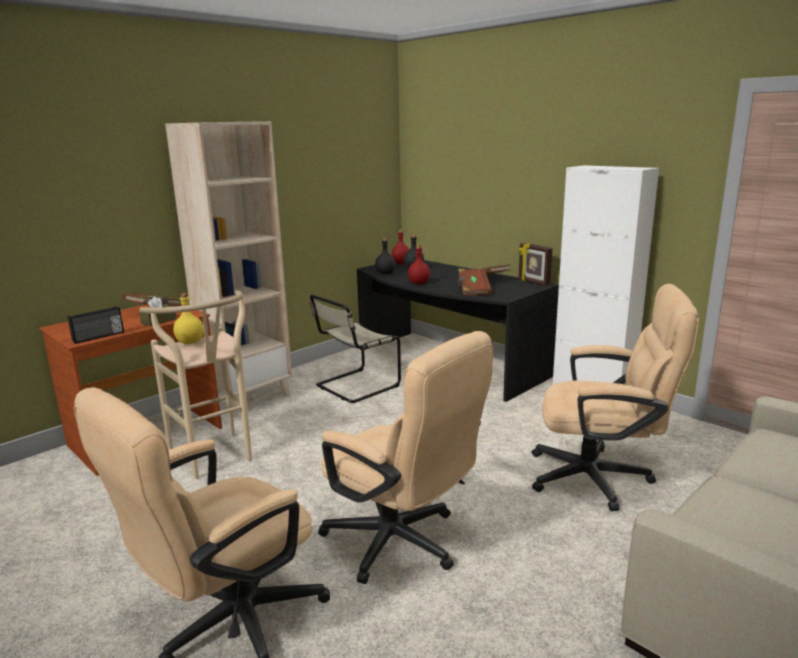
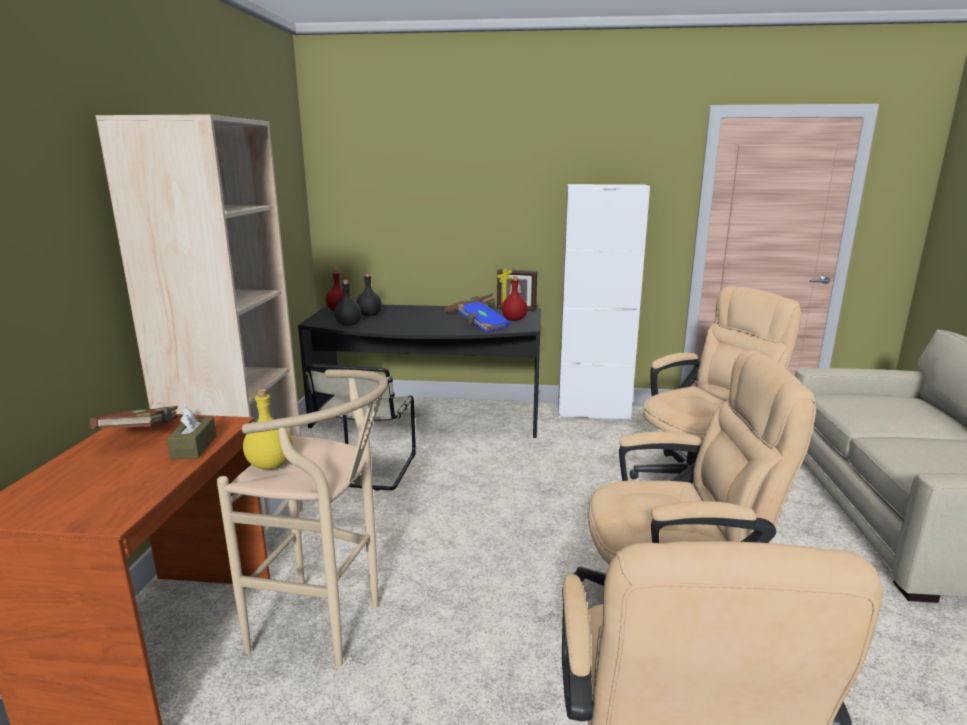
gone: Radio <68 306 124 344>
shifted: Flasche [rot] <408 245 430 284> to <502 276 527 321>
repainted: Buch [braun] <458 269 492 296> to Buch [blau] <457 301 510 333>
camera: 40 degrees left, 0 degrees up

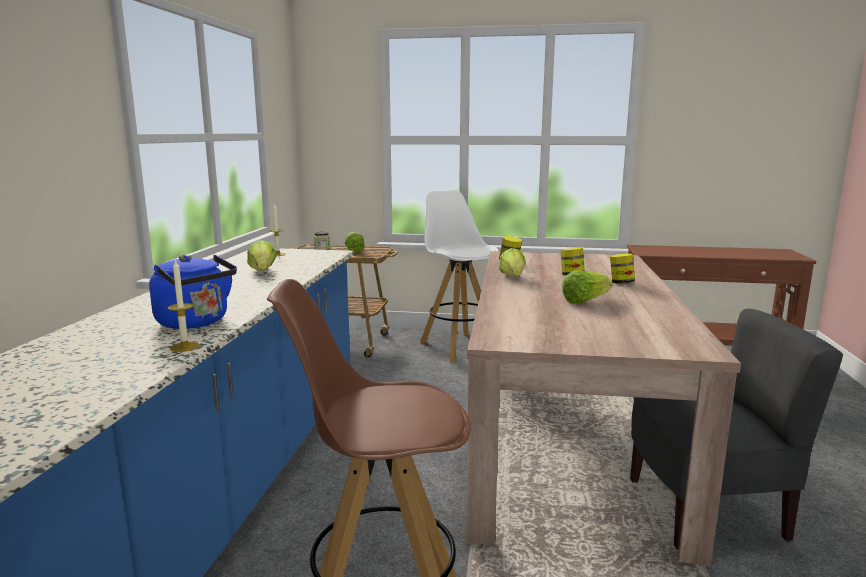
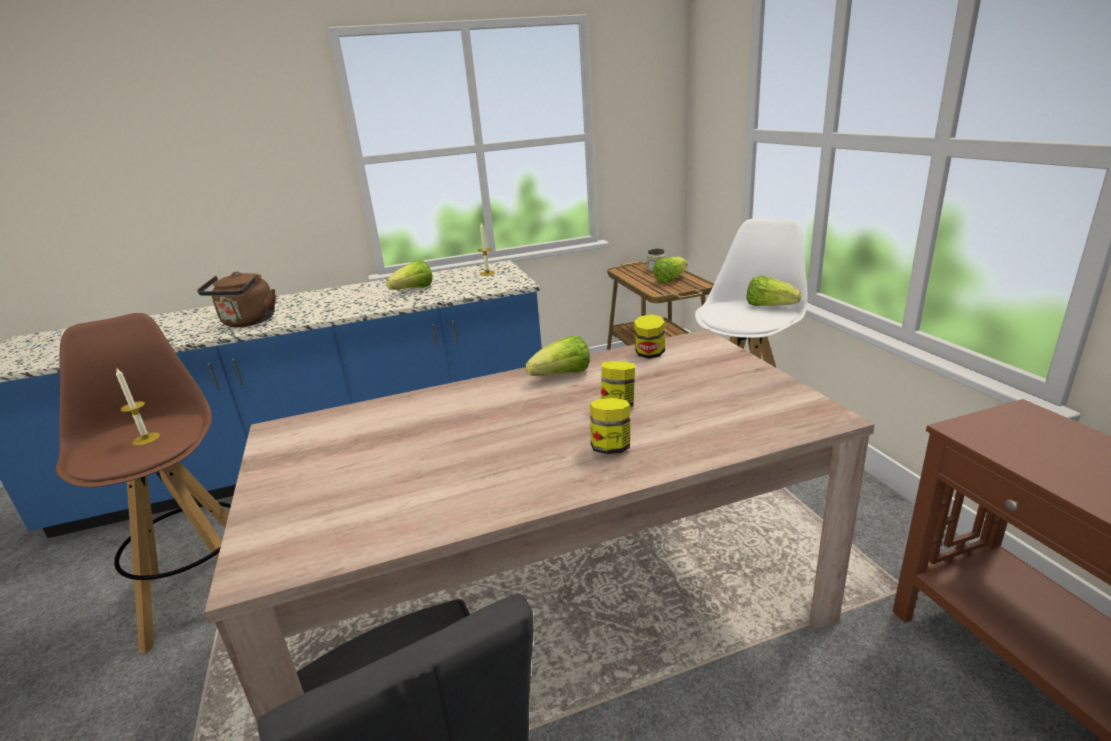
shifted: Kerze <168 259 200 352> to <116 367 160 446>; Salatkopf <562 271 613 303> to <746 276 802 306>
repainted: Wasserkessel [blau] <149 255 237 329> to Wasserkessel [braun] <197 272 276 327>
camera: 65 degrees right, 10 degrees up

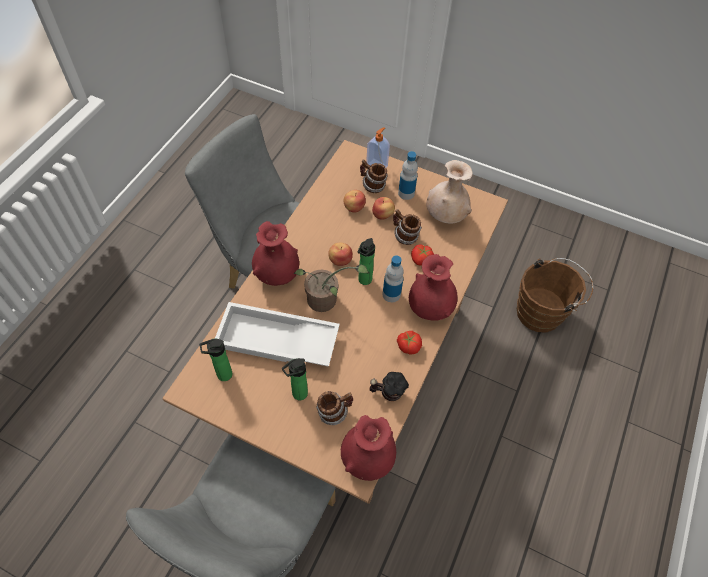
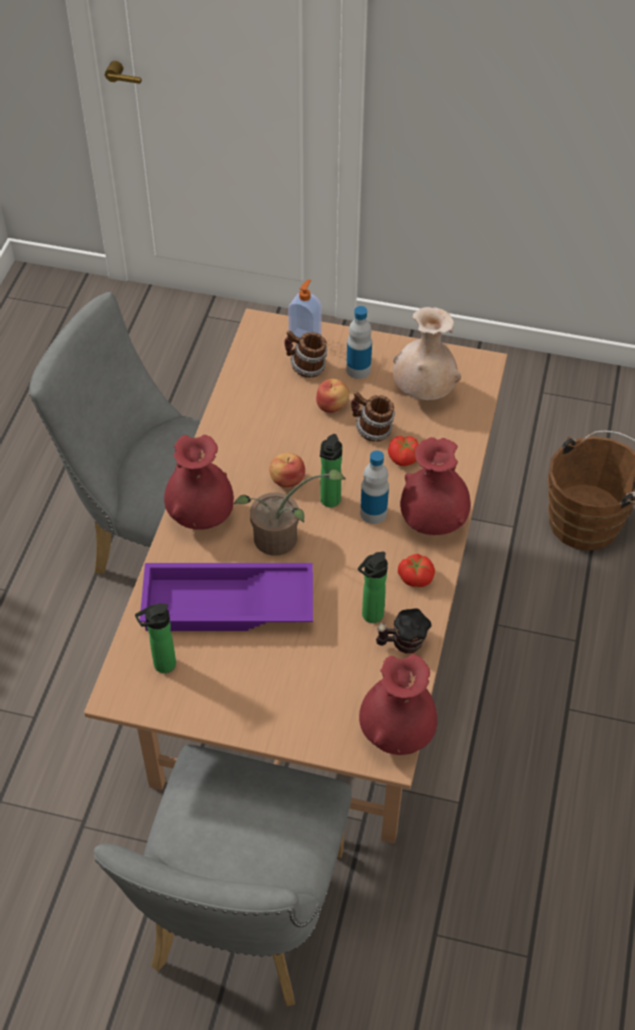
gone: Henkelbecher <316 391 353 425>; Apfel <344 190 366 213>
shifted: Flasche <282 358 308 400> to <358 552 388 623>
repainted: Tablett [weiß] <215 302 340 367> to Tablett [lila] <140 563 313 631>
camera: 10 degrees left, 5 degrees down

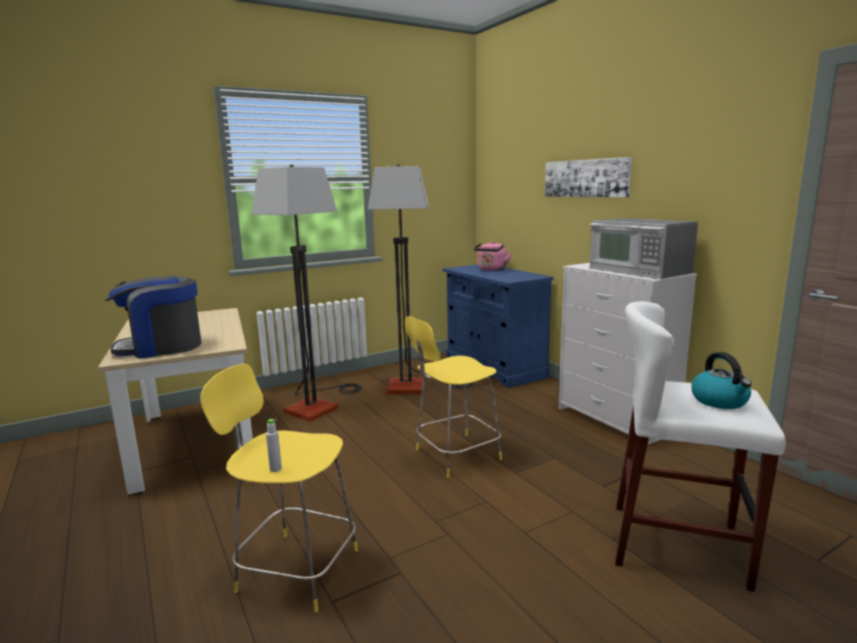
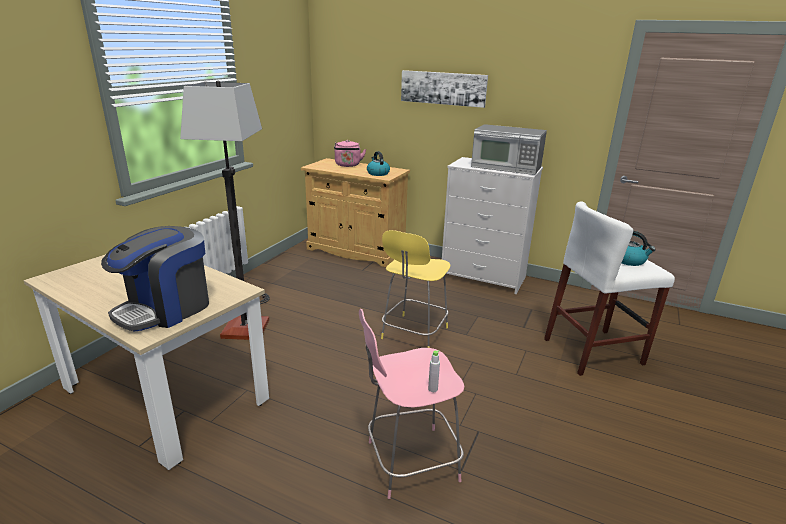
gone: Stehlampe <368 164 473 394>
new: Wasserkessel <367 151 390 176>
repainted: Hocker [gelb] <200 364 358 612> to Hocker [rosa] <359 309 464 499>; Schrank [blau] <443 264 553 388> to Schrank [beige] <301 158 410 267>
camera: 35 degrees left, 10 degrees up

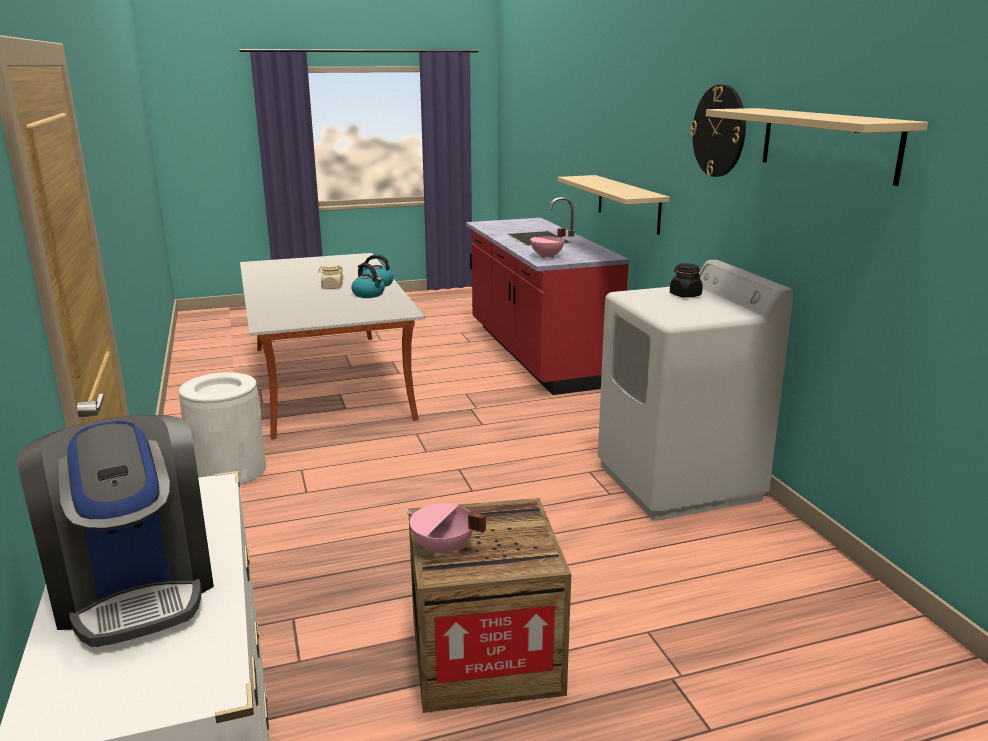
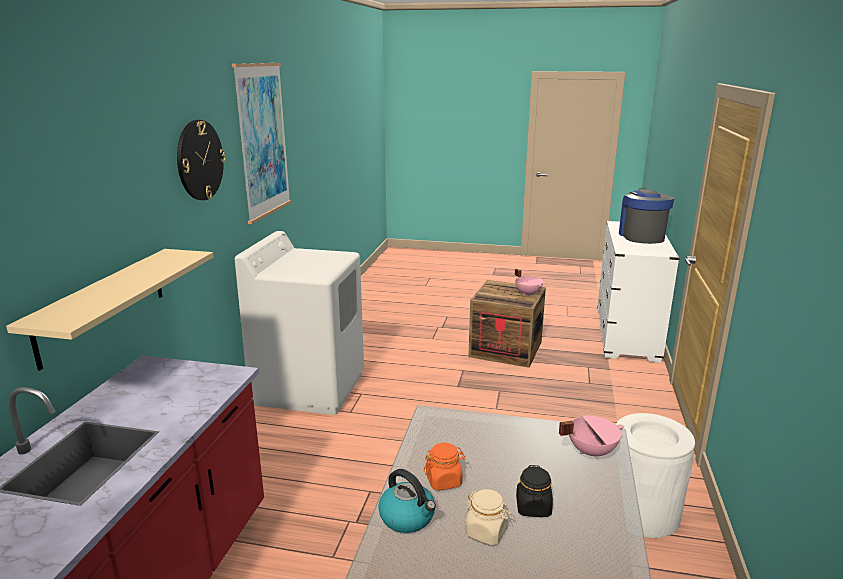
shifted: Kochtopf [rosa] <530 228 566 258> to <559 416 624 459>; Vorratsglas [schwarz] <670 263 703 298> to <516 465 553 517>
swapped: Wasserkessel <351 263 385 298> to Vorratsglas [orange] <424 443 465 490>; Wandregal [beige] <706 108 928 186> to Bild <232 63 291 224>
camera: 150 degrees left, 0 degrees up

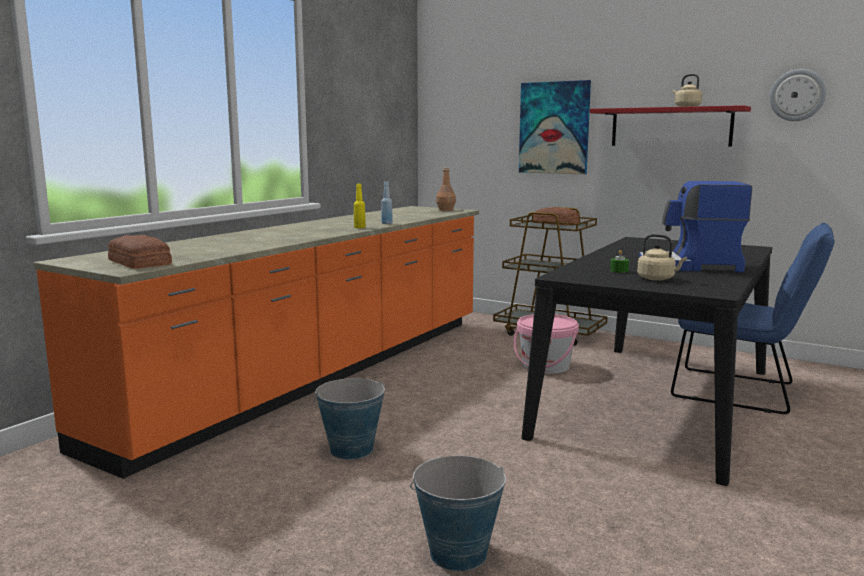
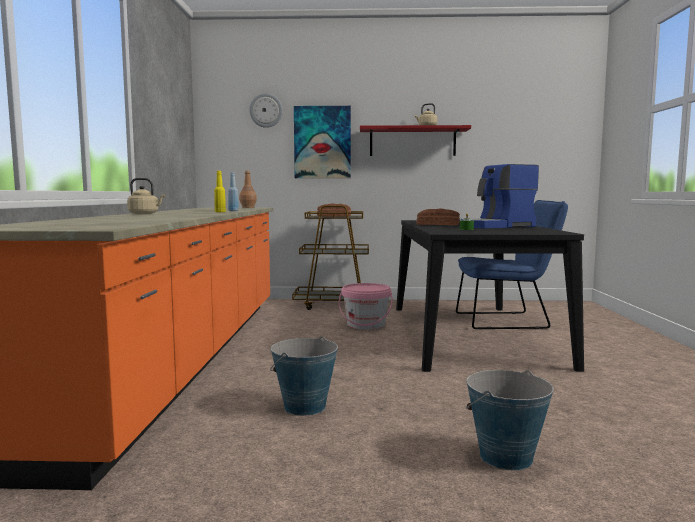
shifted: Brot <108 235 172 269> to <416 208 460 225>; Wasserkessel [beige] <637 234 687 281> to <127 178 165 214>; Wanduhr <769 69 826 121> to <249 93 283 128>
camera: 30 degrees left, 5 degrees down

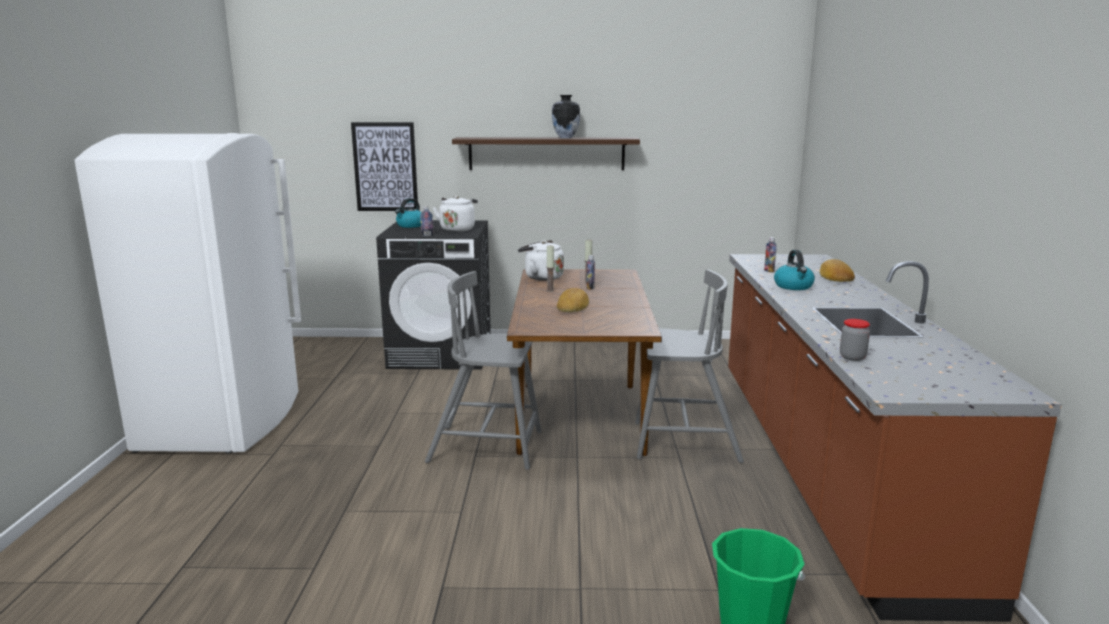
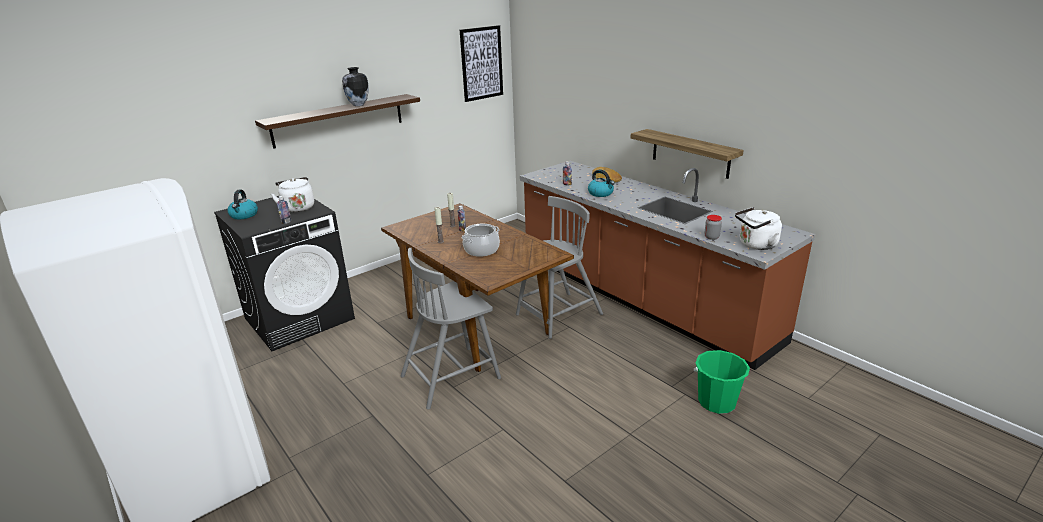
new: Wandregal <631 129 744 179>
shifted: Bild <351 122 418 211> to <460 25 503 102>; Wasserkessel [weiß] <518 240 564 281> to <735 207 782 250>
swapped: Brot <557 288 589 312> to Kochtopf <462 224 500 257>
camera: 40 degrees left, 10 degrees up

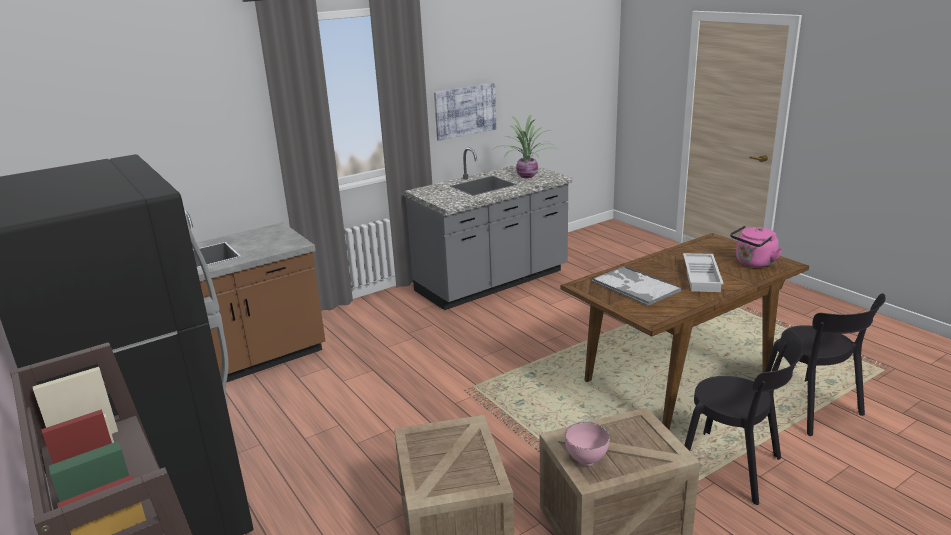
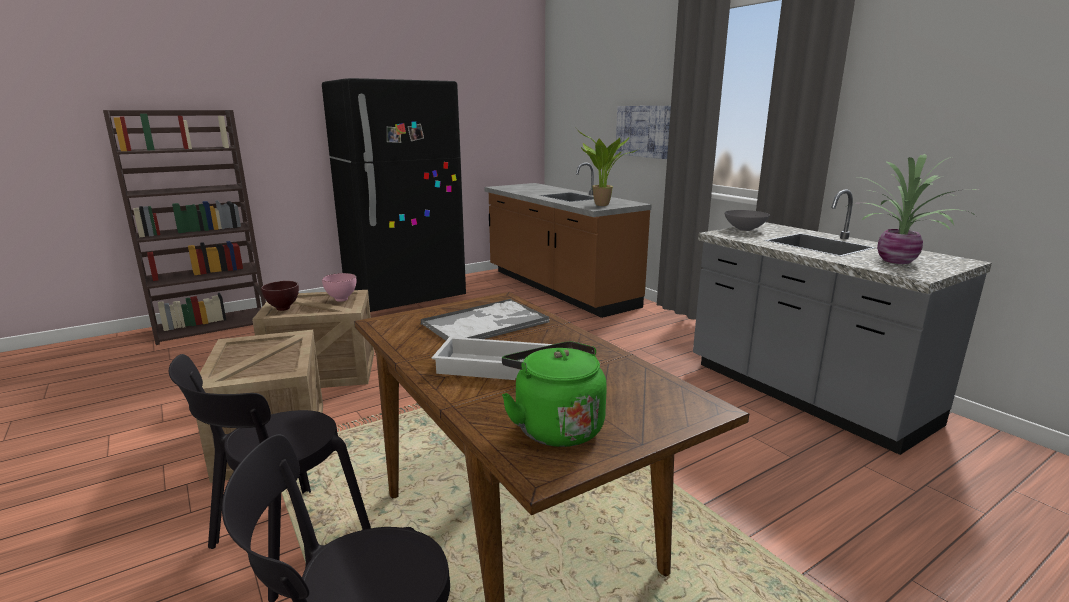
new: Schüssel [braun] <261 281 299 311>; Topfpflanze <576 128 637 206>; Schüssel [grau] <724 210 770 231>
shifted: Bild <434 83 496 141> to <615 106 671 159>; Schüssel [rosa] <565 422 610 466> to <322 273 356 302>
repainted: Wasserkessel [rosa] <730 225 783 268> to Wasserkessel [grün] <502 341 607 447>
camera: 90 degrees right, 5 degrees down

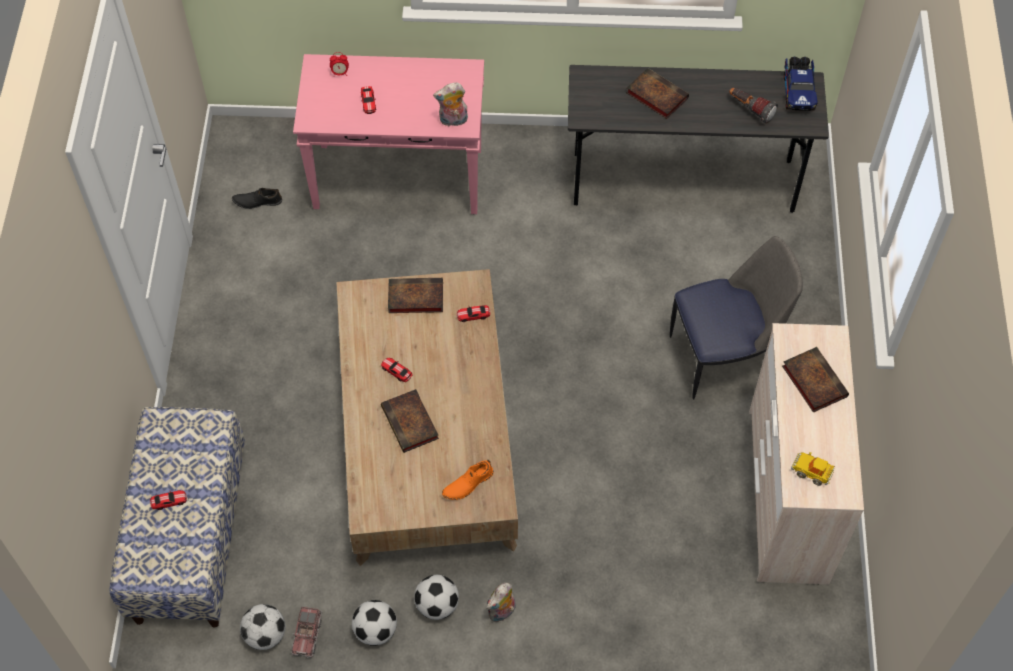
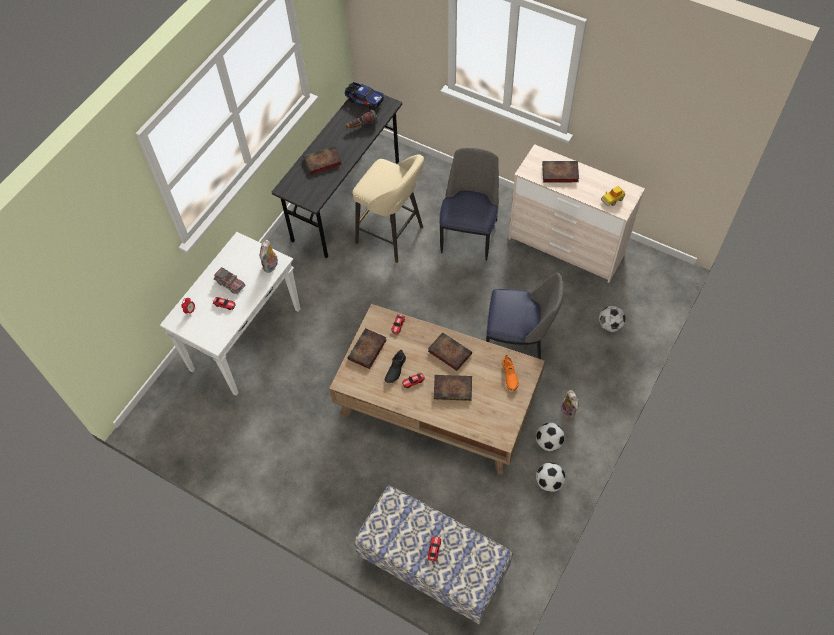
new: Hocker [beige] <353 154 424 263>; Buch <428 332 472 371>; Stuhl <486 272 564 359>
shifted: Schuh [schwarz] <232 188 282 209> to <385 350 406 383>; Fußball <240 604 286 650> to <599 306 626 332>; Spielzeuglaster <291 607 322 658> to <214 267 245 294>
repainted: Konsolentisch [rosa] <293 54 484 214> to Konsolentisch [weiß] <160 232 300 396>
camera: 60 degrees left, 0 degrees up

